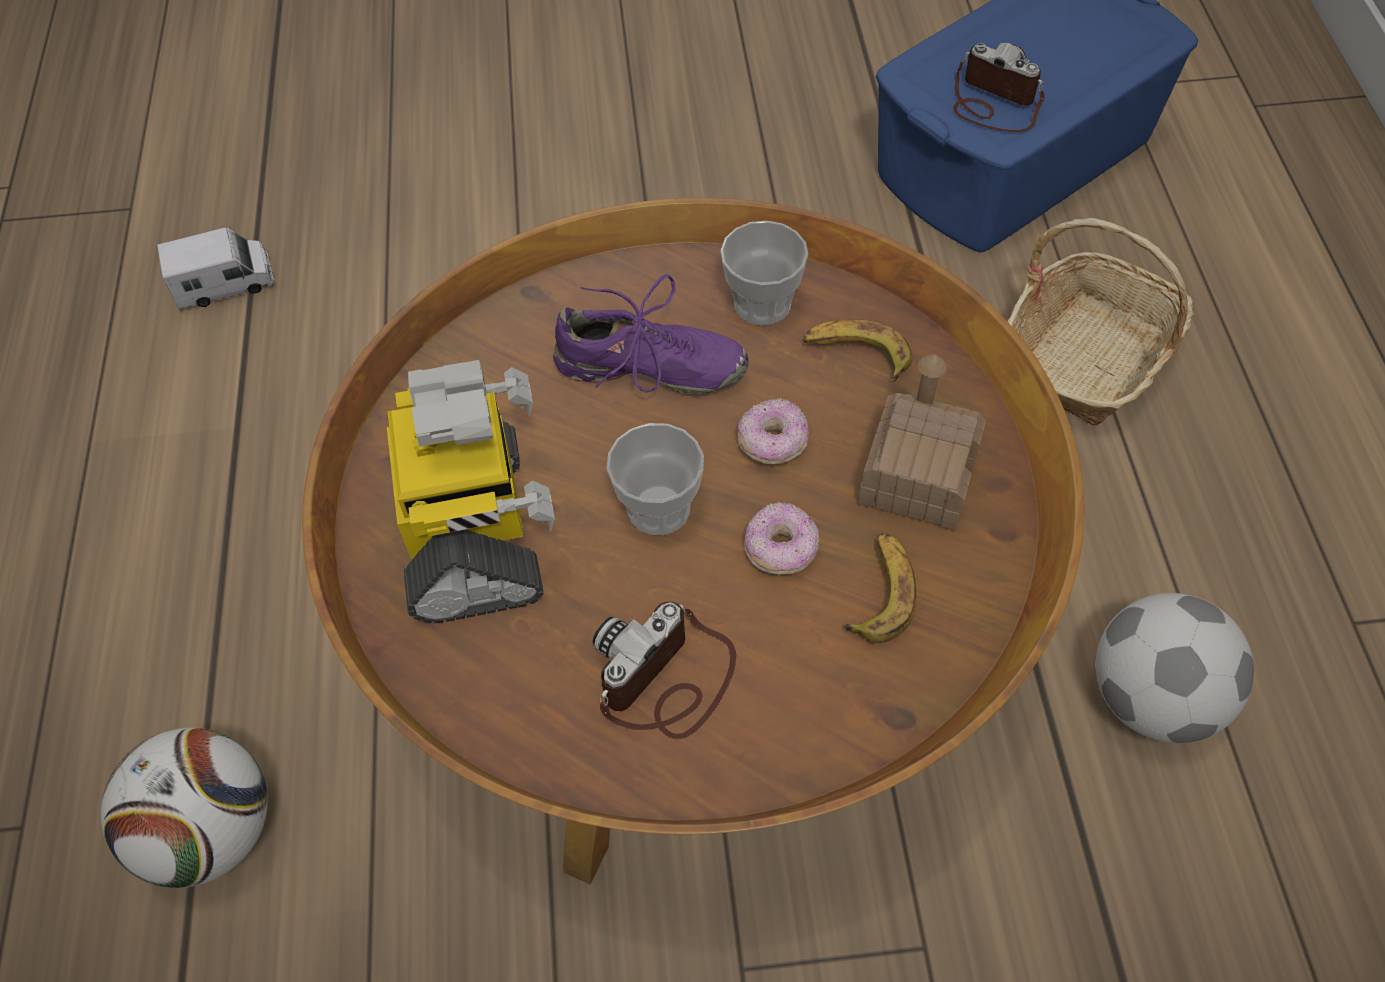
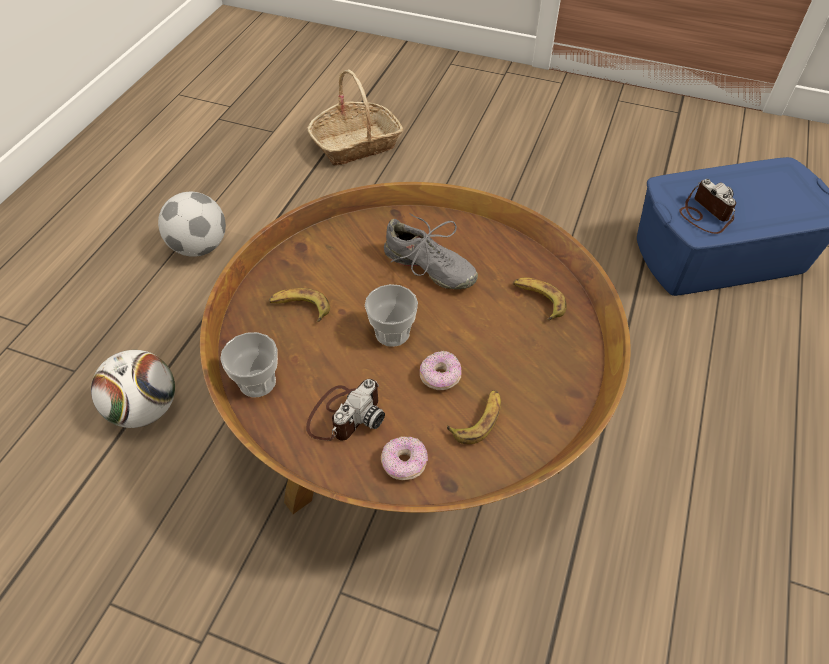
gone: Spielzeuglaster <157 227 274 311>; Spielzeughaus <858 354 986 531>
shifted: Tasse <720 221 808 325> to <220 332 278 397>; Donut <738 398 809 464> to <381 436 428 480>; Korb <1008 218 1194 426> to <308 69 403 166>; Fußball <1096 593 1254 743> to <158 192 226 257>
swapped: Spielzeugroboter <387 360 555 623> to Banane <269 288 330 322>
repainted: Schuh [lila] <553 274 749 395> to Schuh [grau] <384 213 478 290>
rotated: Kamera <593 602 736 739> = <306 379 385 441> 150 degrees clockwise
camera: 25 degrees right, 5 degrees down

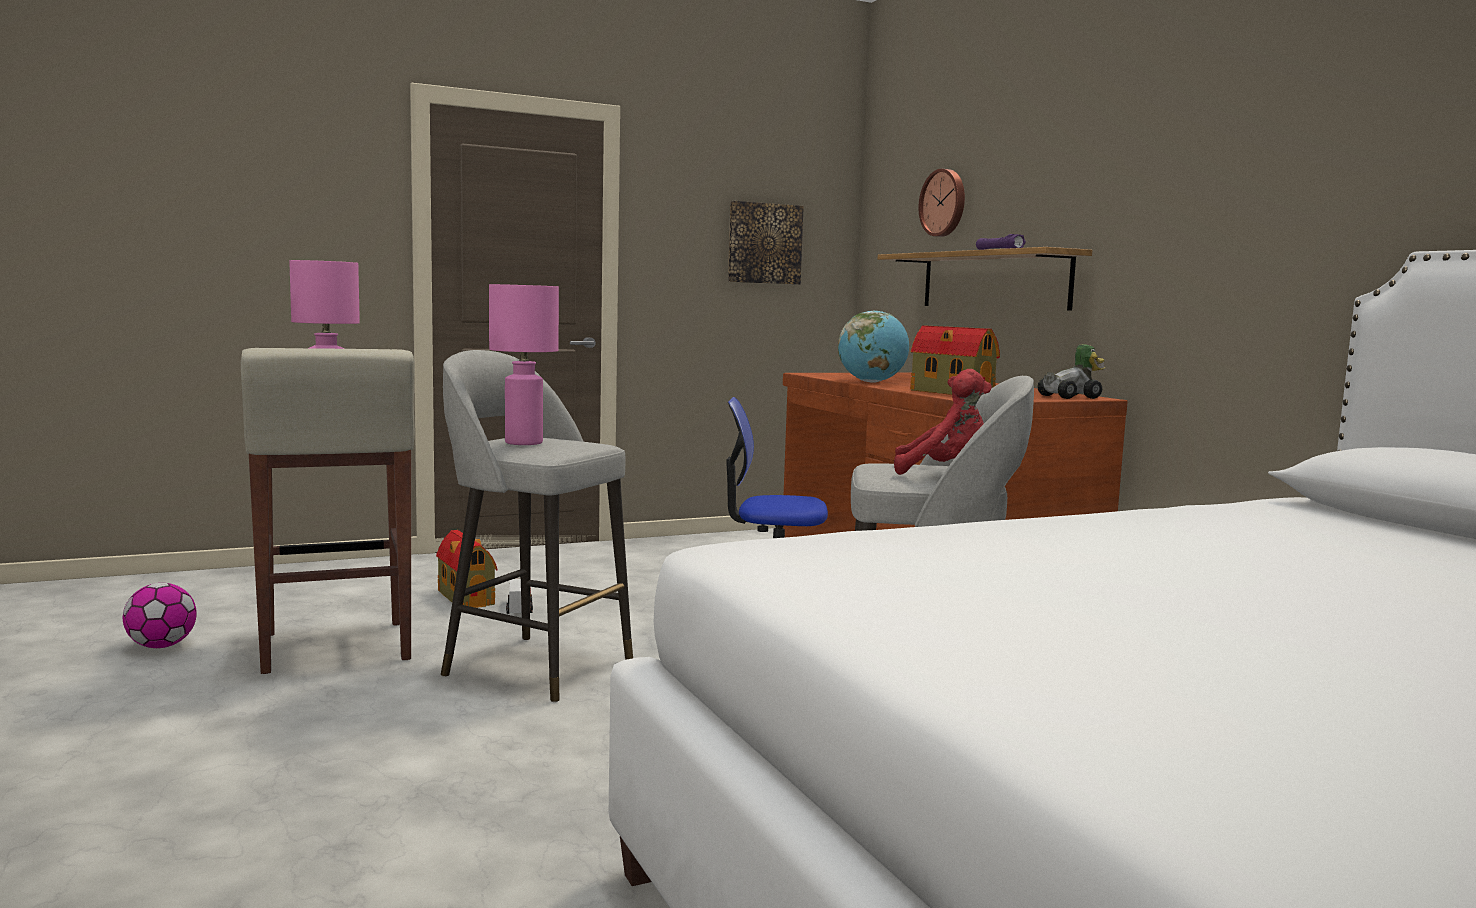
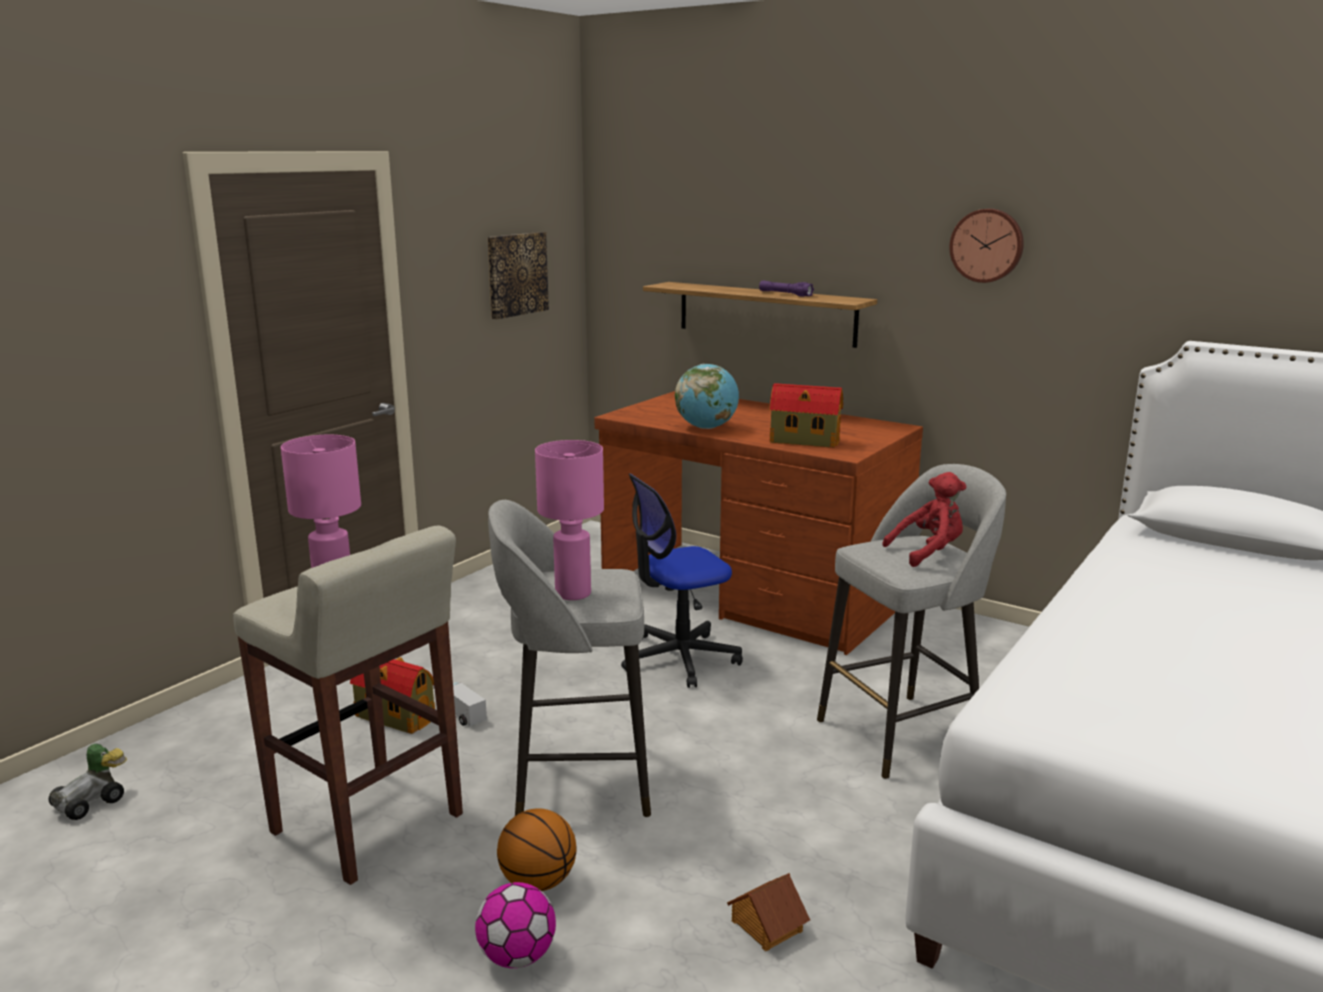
new: Basketball <497 808 577 891>; Spielzeughaus <727 873 810 951>
shifted: Fußball <123 583 197 648> to <475 882 556 968>; Wanduhr <918 169 965 237> to <949 209 1024 283>; Spielzeugauto <1037 344 1105 399> to <49 744 127 820>
camera: 30 degrees left, 10 degrees up

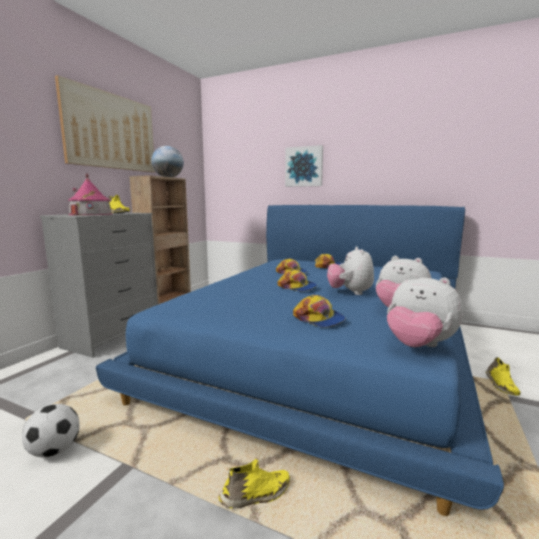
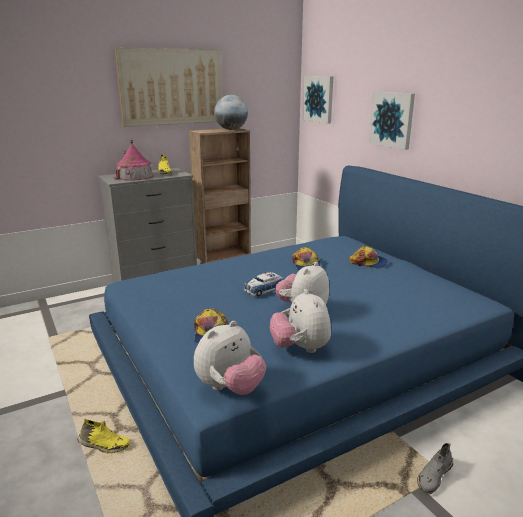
gone: Fußball <22 404 79 457>
new: Bild <303 76 333 123>
swapped: Kappe <278 269 317 292> to Spielzeugauto <244 272 284 296>
repainted: Schuh [gelb] <486 357 520 395> to Schuh [grau] <417 443 453 494>
rotated: Plüschtier <387 273 463 347> = <194 321 266 395> 120 degrees counterclockwise
camera: 35 degrees right, 10 degrees up

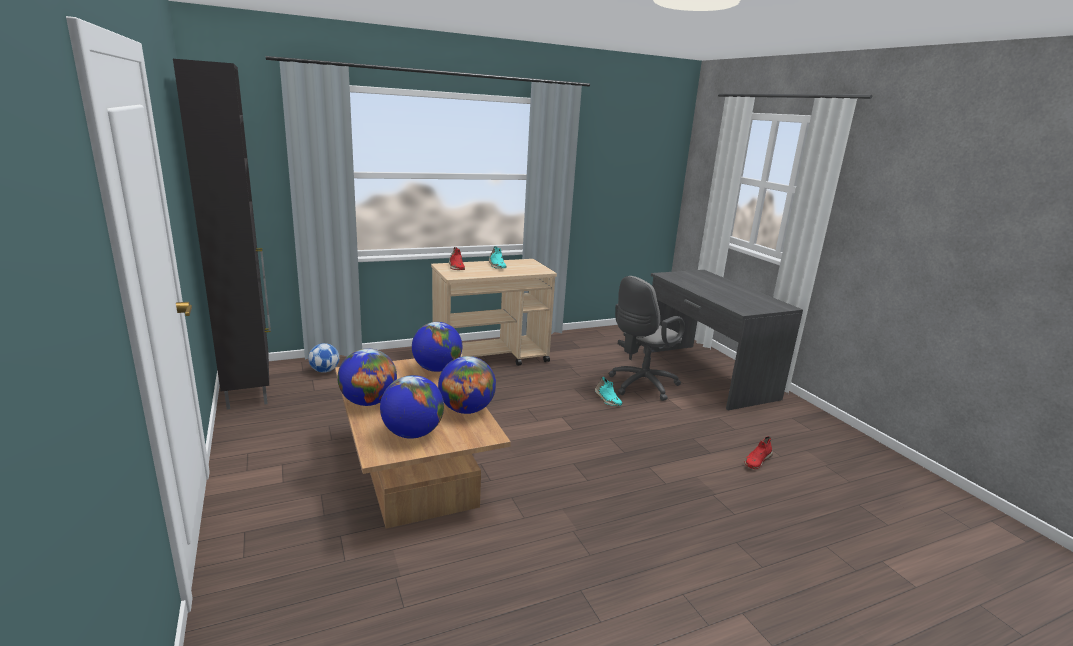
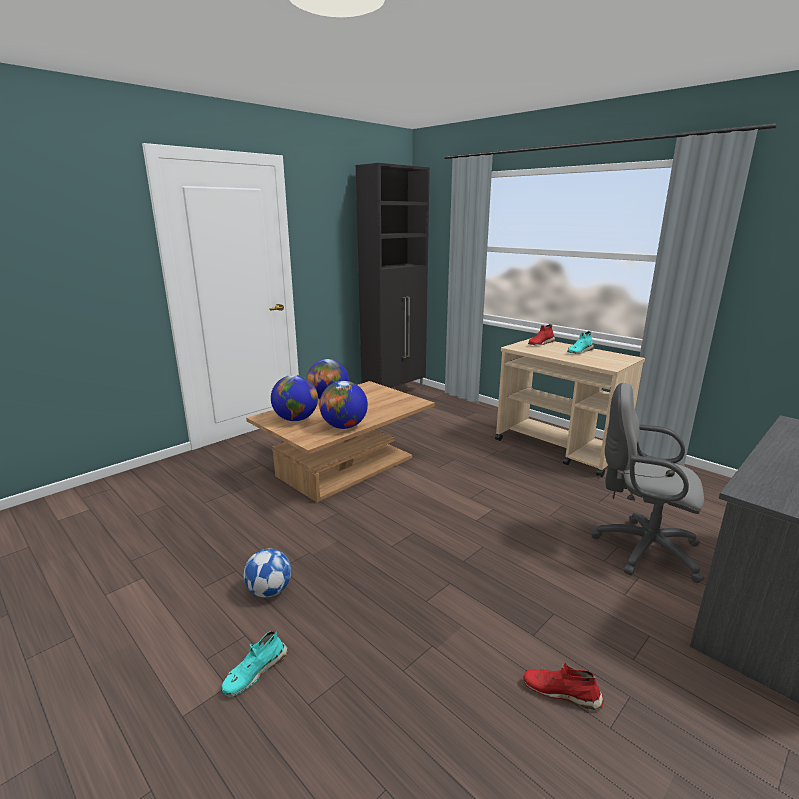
gone: Globus <412 322 462 372>
shifted: Fußball <308 343 339 373> to <244 548 291 597>; Schuh [türkis] <595 376 622 406> to <222 631 289 697>
camera: 70 degrees right, 0 degrees up

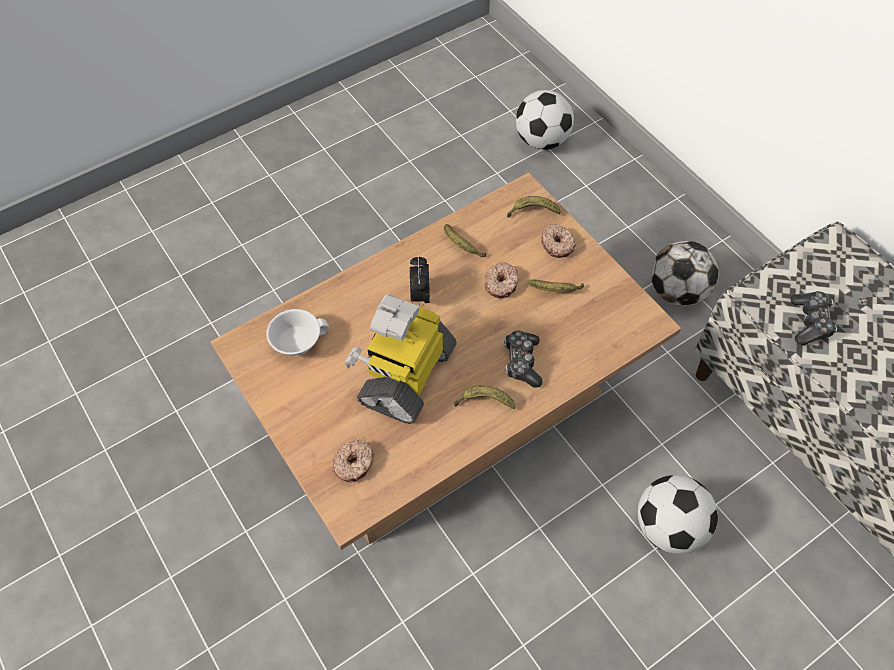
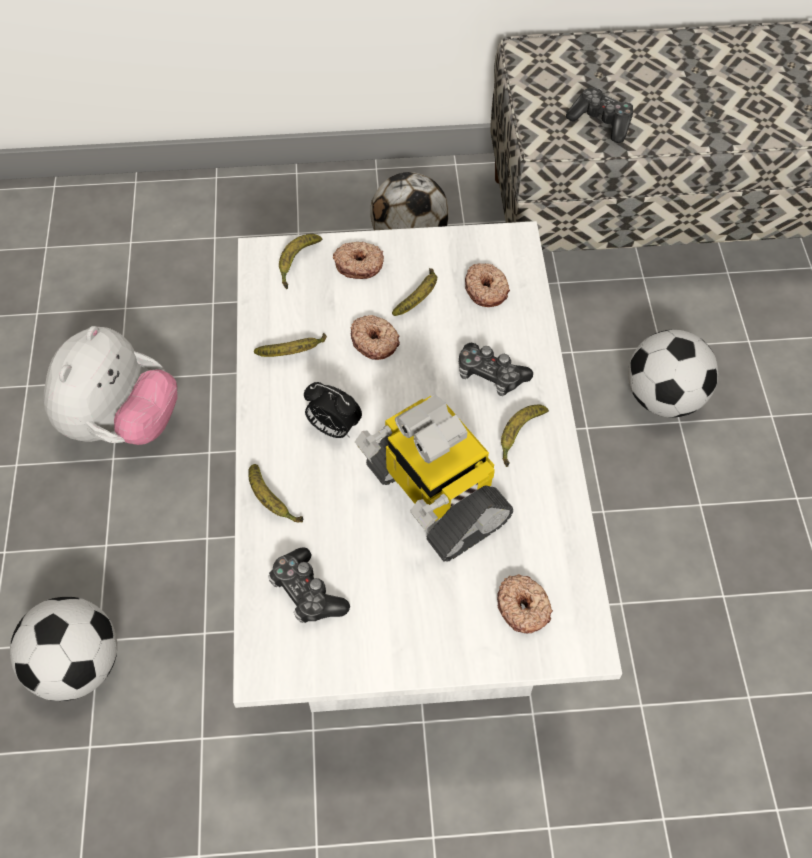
new: Plüschtier <43 326 177 445>; Banane <248 464 303 522>; Donut <465 263 510 307>
shifted: Fußball <516 90 574 150> to <10 597 117 701>
swapped: Tasse [weiß] <266 309 329 356> to Gamepad <268 547 350 623>
repainted: Couchtisch [braun] <210 173 681 550> to Couchtisch [weiß] <233 221 622 712>
camera: 60 degrees left, 0 degrees up

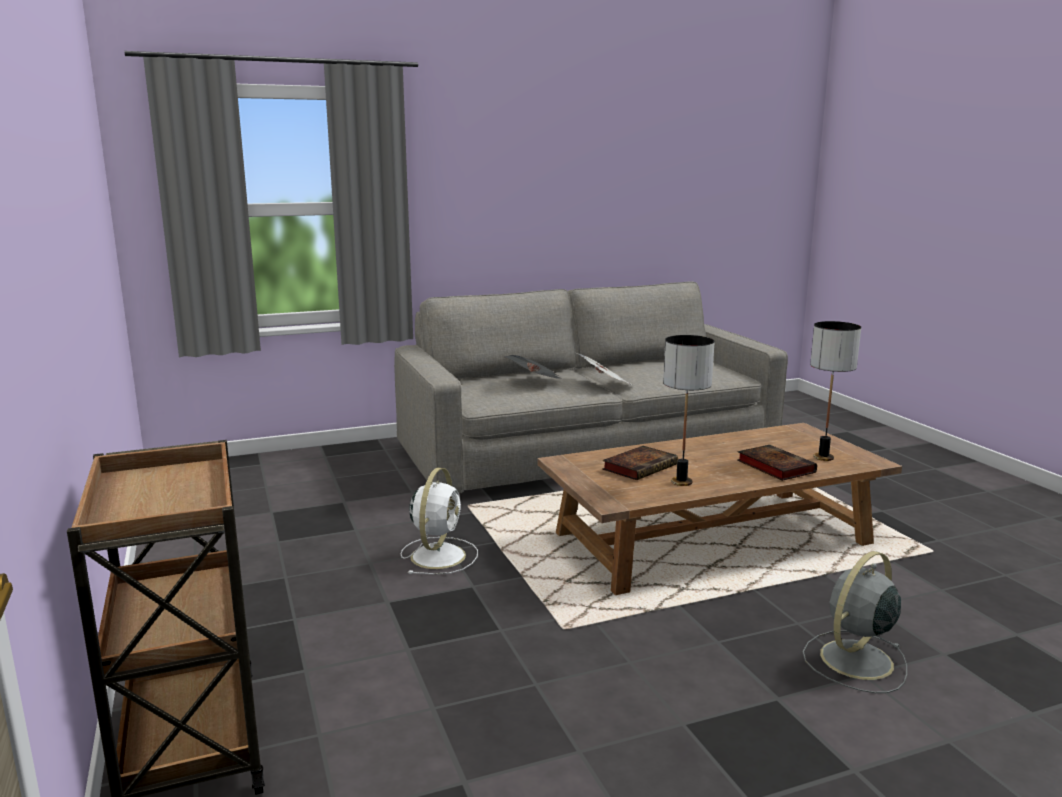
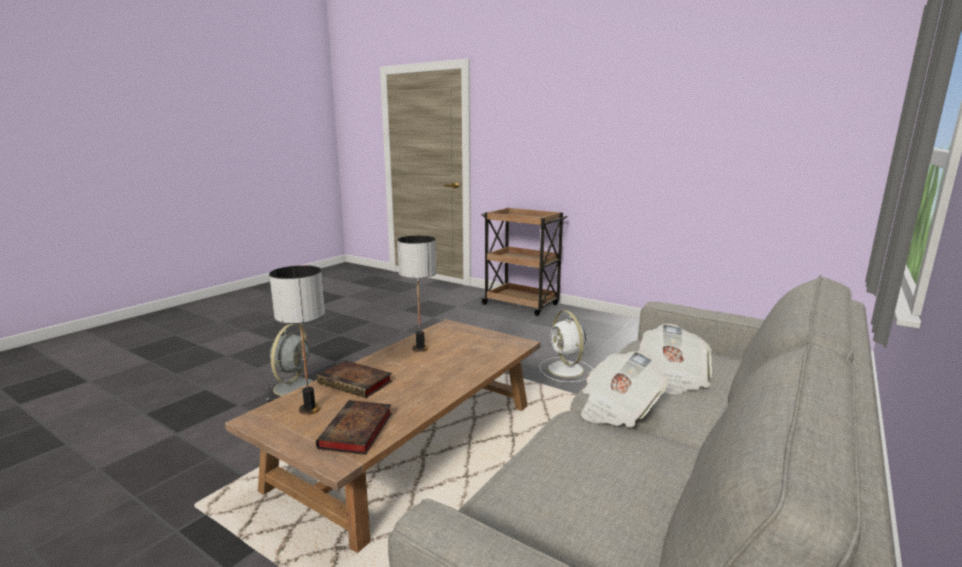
shifted: Buch <602 446 678 480> to <316 400 392 455>
camera: 145 degrees right, 0 degrees up

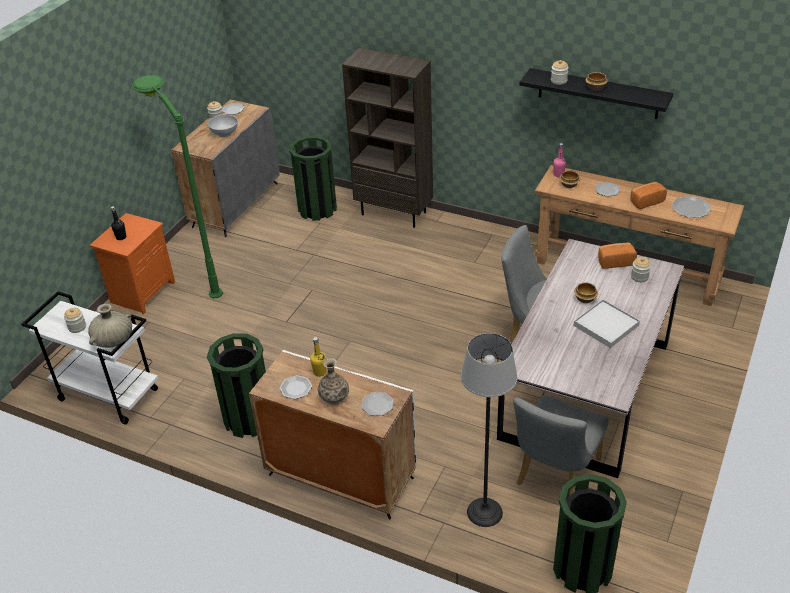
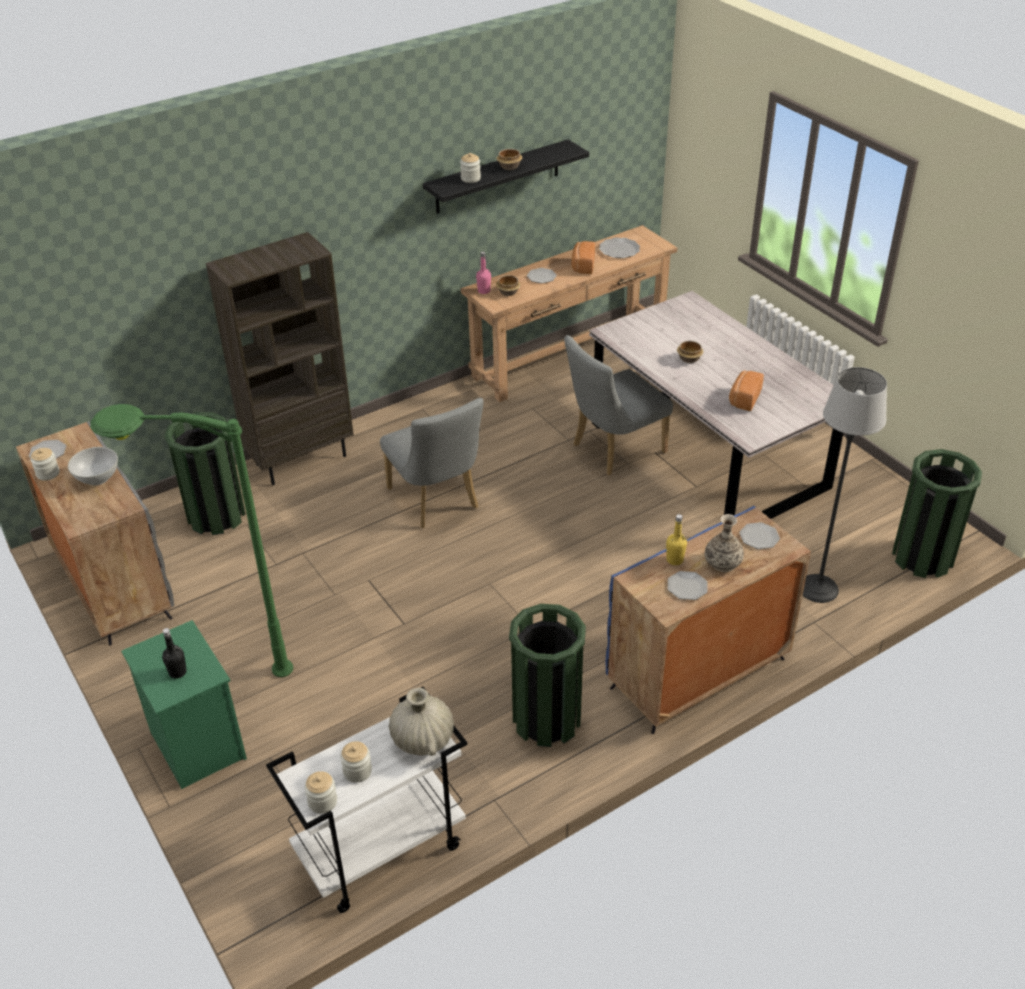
gone: Tablett [weiß] <574 299 640 348>
shifted: Stuhl [grau] <513 395 609 496> to <380 398 484 528>; Brot <598 243 637 269> to <729 370 764 411>; Vorratsglas <631 257 651 282> to <305 771 337 813>
repainted: Nachttisch [orange] <90 213 175 315> to Nachttisch [grün] <121 620 247 789>; Schrank [weiß] <249 350 417 519> to Schrank [blau] <605 506 811 734>
camera: 60 degrees left, 0 degrees up

